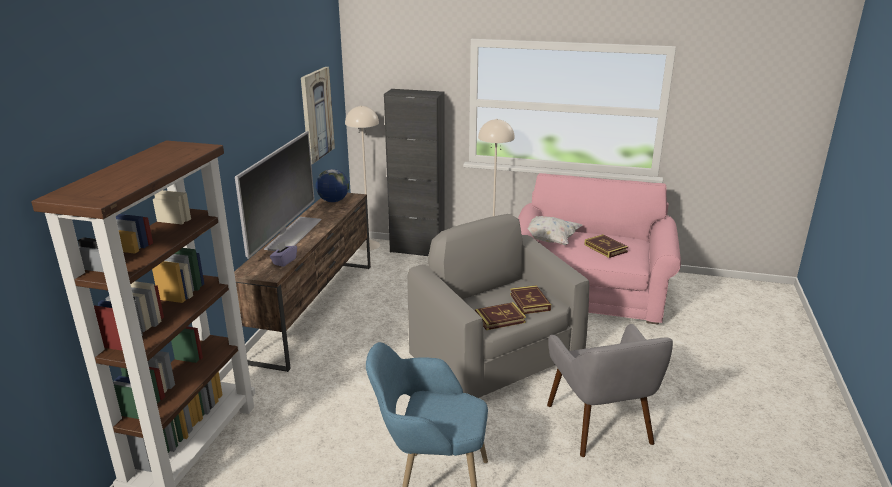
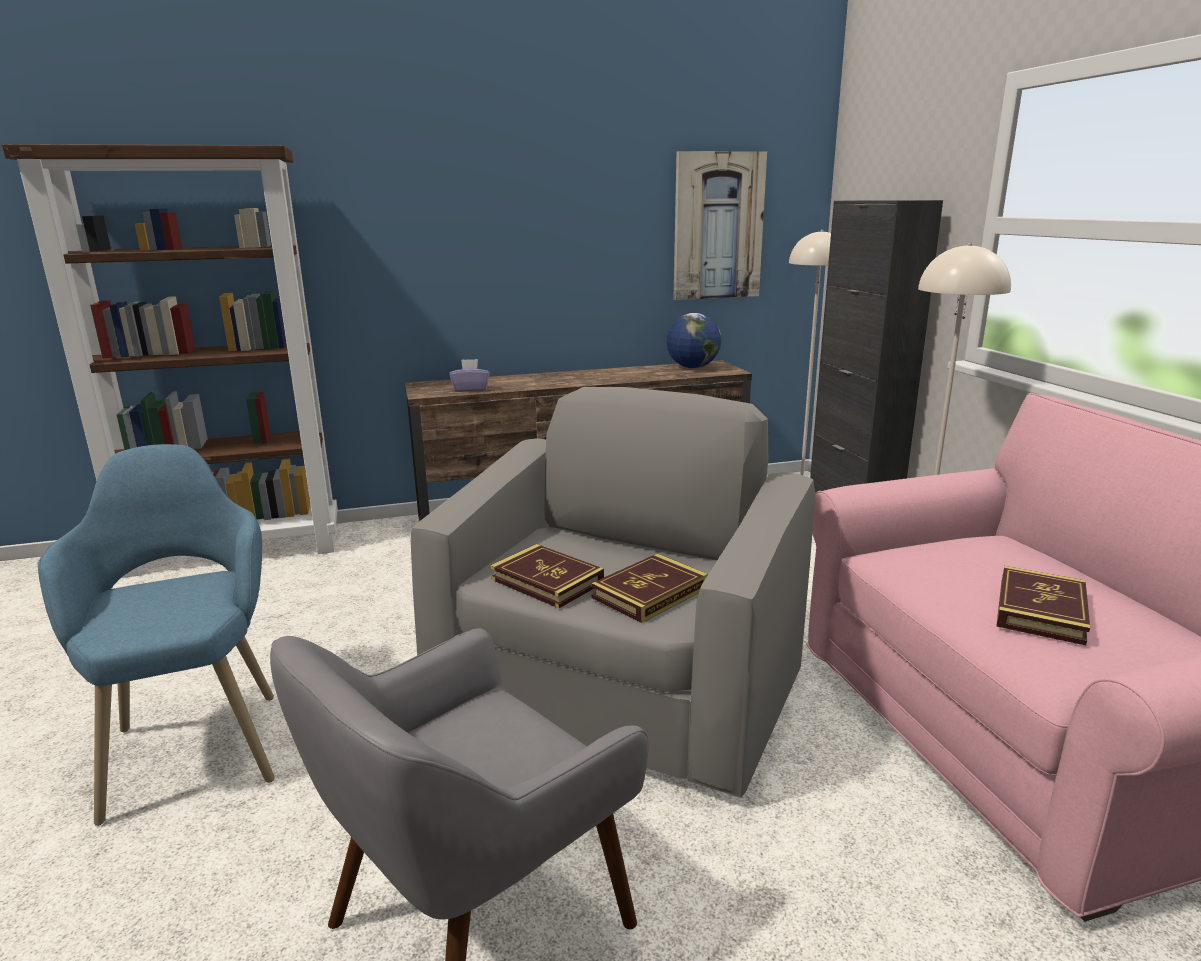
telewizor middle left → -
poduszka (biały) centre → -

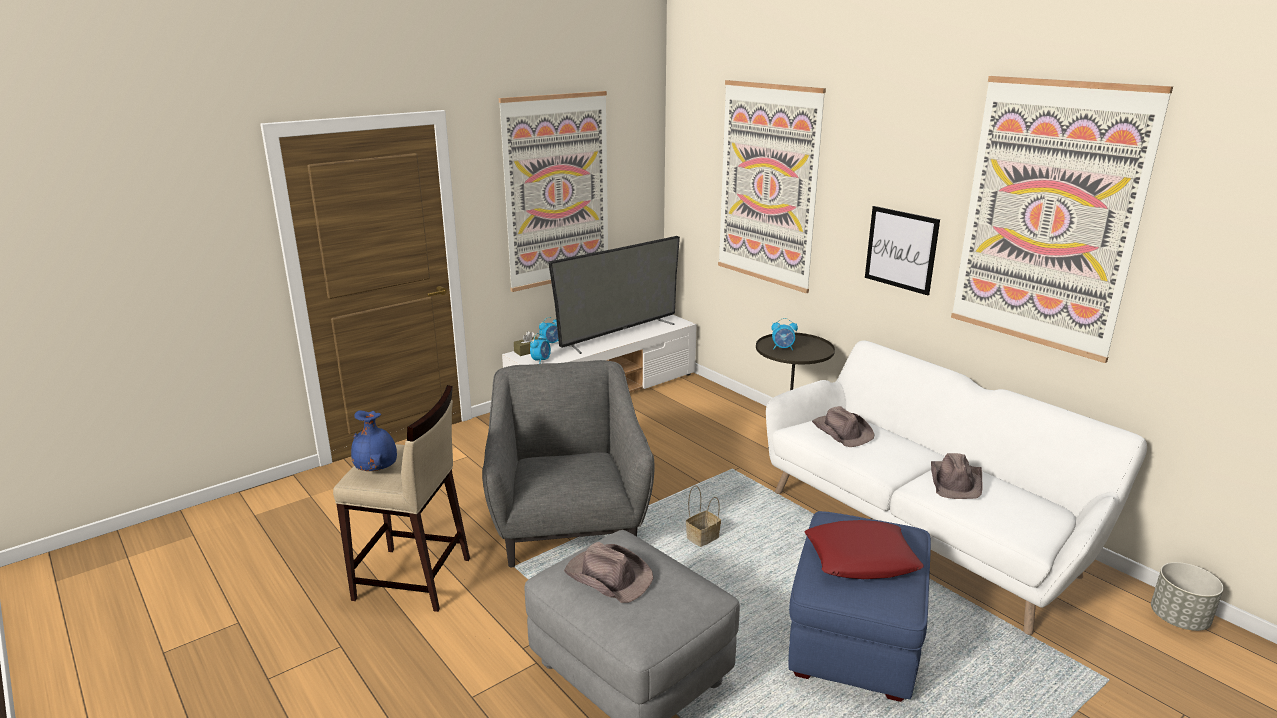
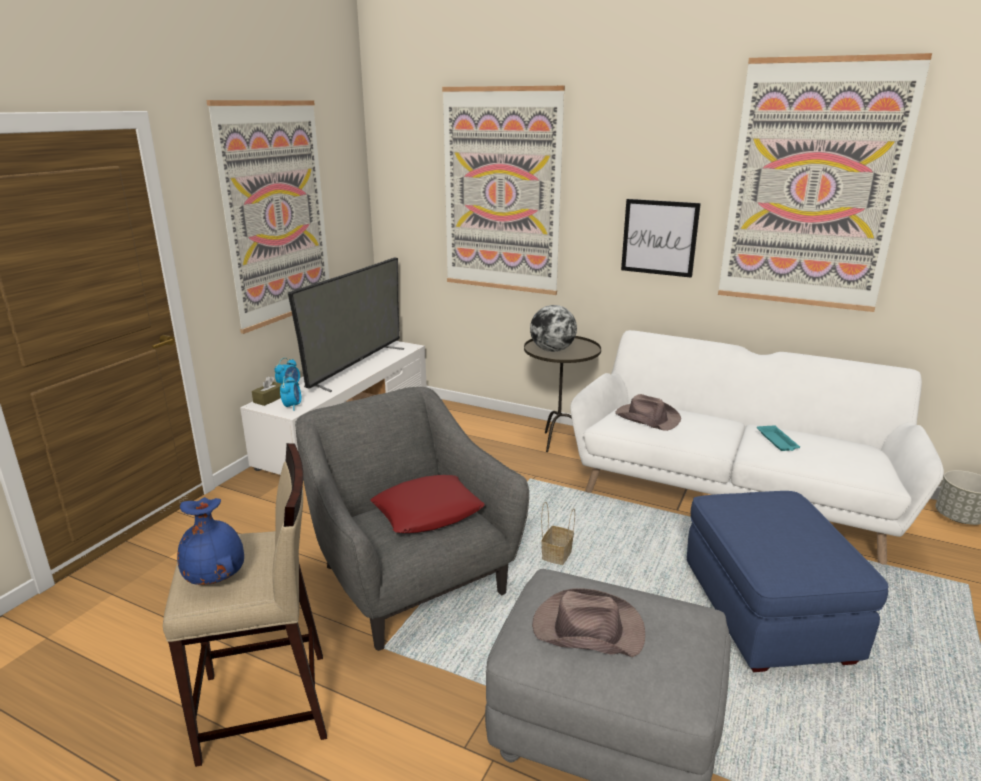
poduszka (czerwony) bottom right → poduszka (czerwony) centre, move
budzik (3rd from left) centre → globus centre
kapelusz (brązowy) (3rd from left) middle right → taca (turkusowy) middle right

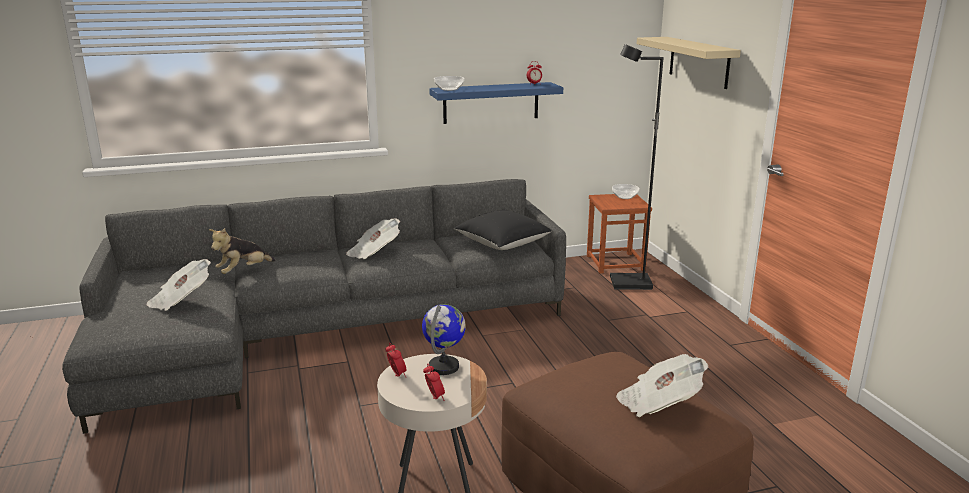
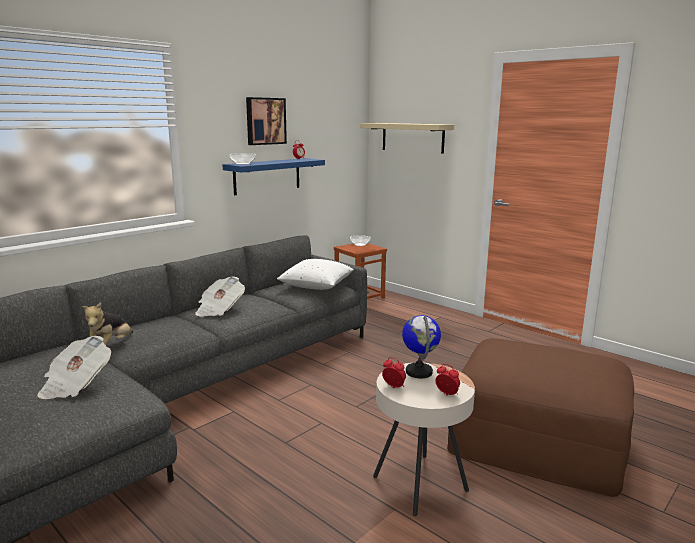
- → obraz top centre
poduszka (czarny) centre → poduszka (biały) centre
lampa stojąca (czarny) centre → -
gazeta (3rd from left) bottom right → -

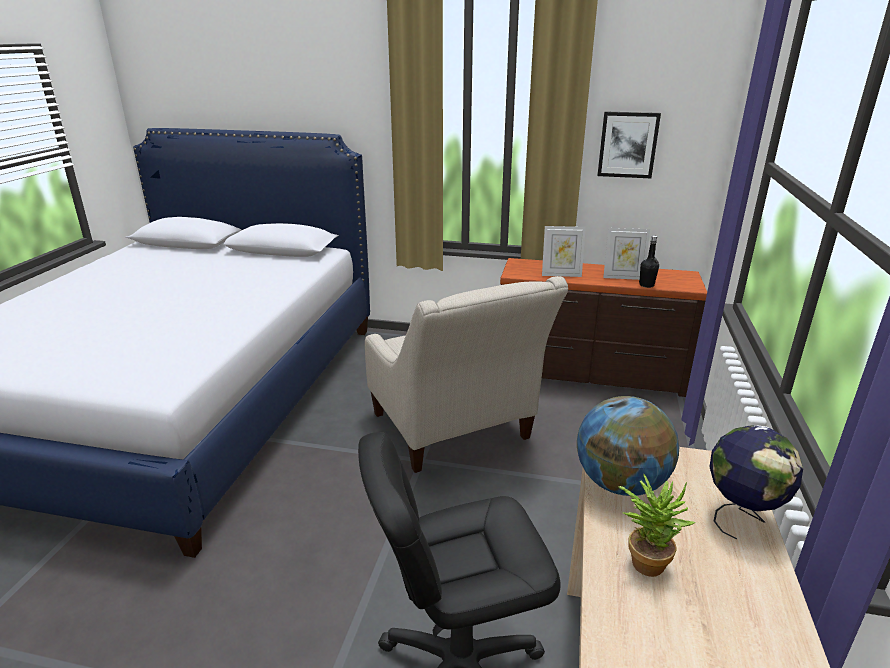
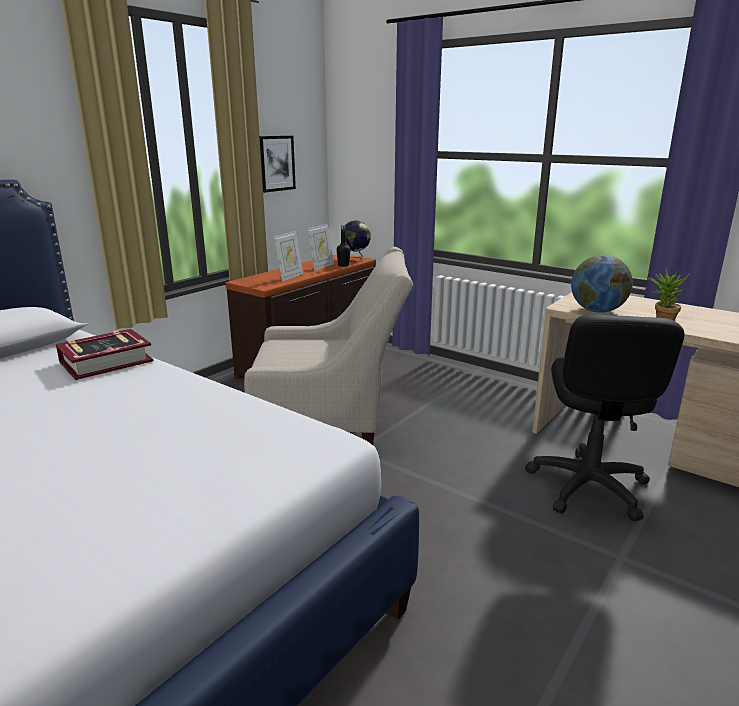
- → książka middle left
globus (2nd from left in the first image) bottom right → globus (1st from left) centre, move

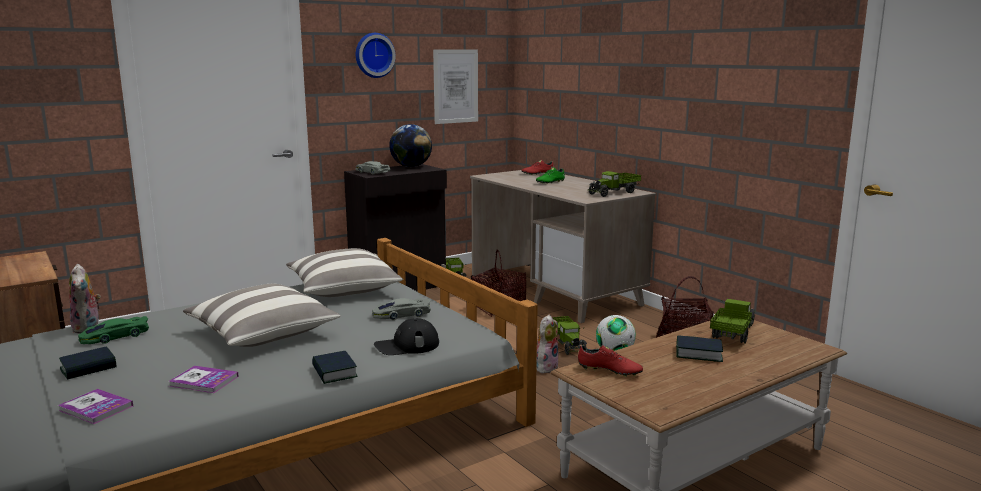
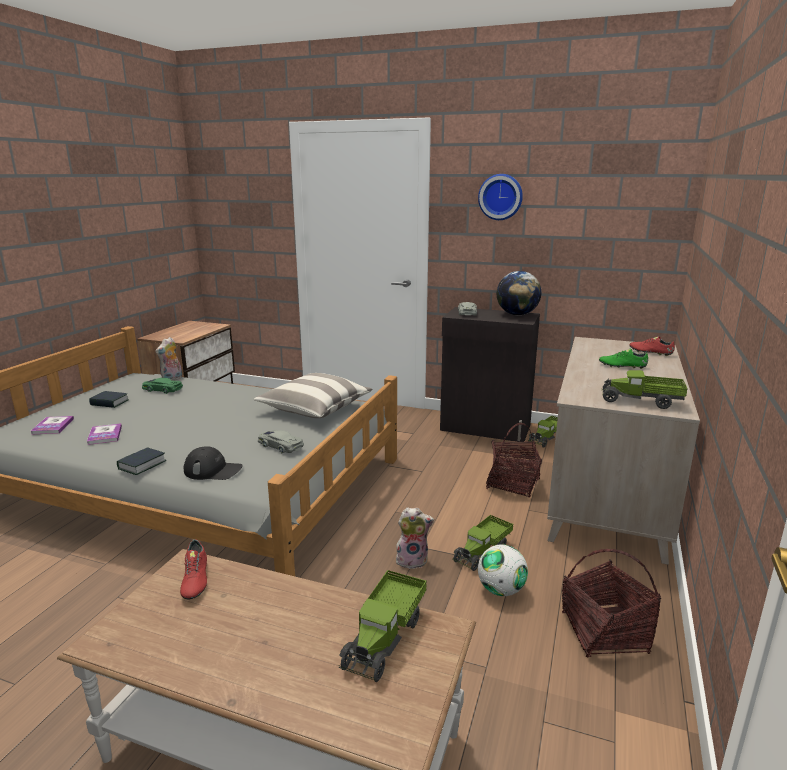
czapka z daszkiem (czarny) bottom centre → czapka z daszkiem (czarny) middle left, 150 degrees clockwise
ciężarówka zabawkowa (4th from left in the first image) middle right → ciężarówka zabawkowa (1st from left) bottom centre, 120 degrees clockwise
poduszka (1st from left) middle left → -
obraz top centre → -
książka (5th from left) bottom right → -

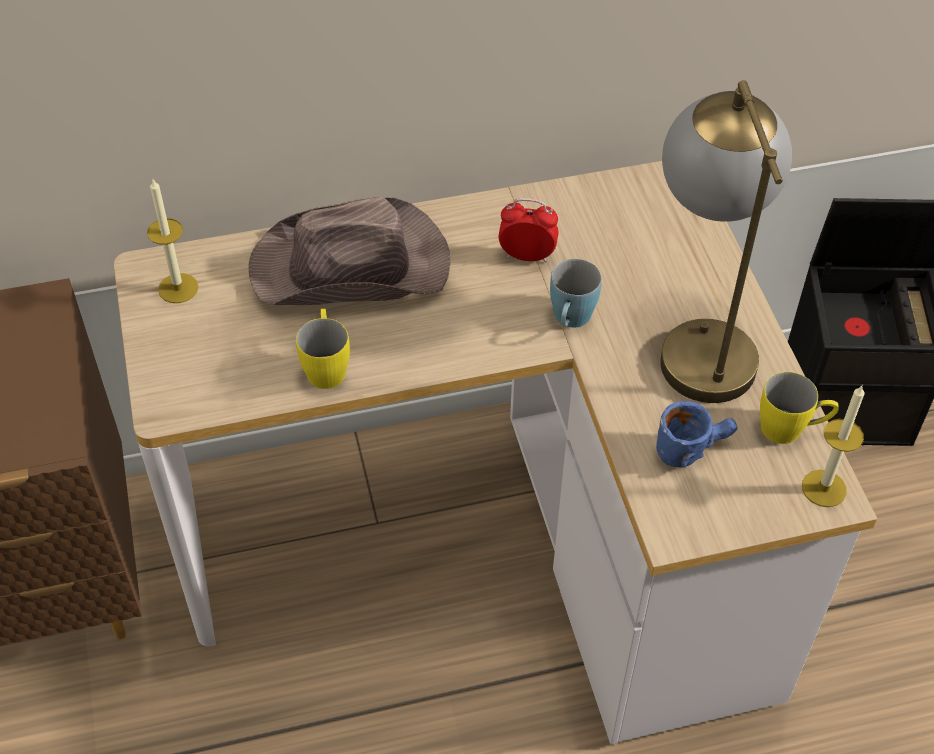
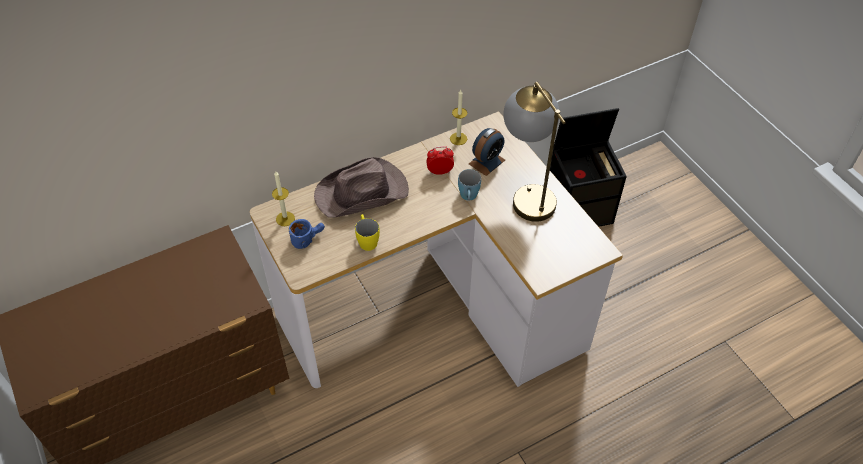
kubek (niebieski) (2nd from left in the first image) middle right → kubek (niebieski) (1st from left) centre, move
świeca (2nd from left) middle right → świeca (2nd from left) top centre, move
- → budzik (2nd from left) top centre
kubek (żółty) (2nd from left) middle right → -

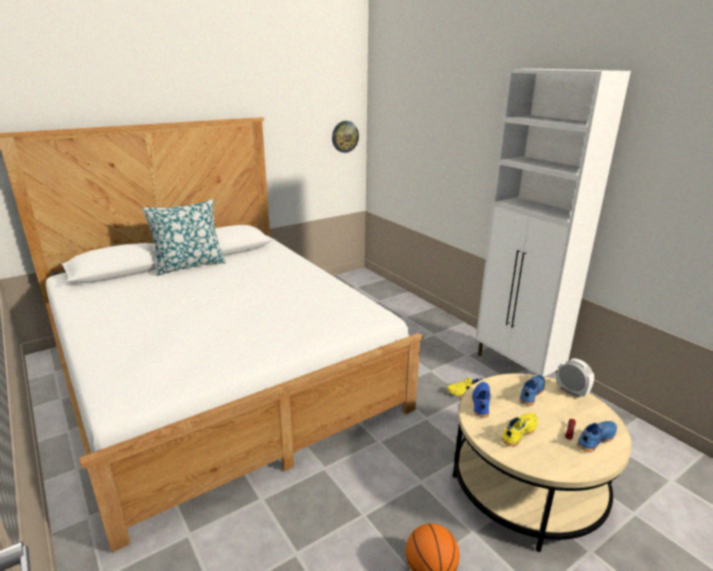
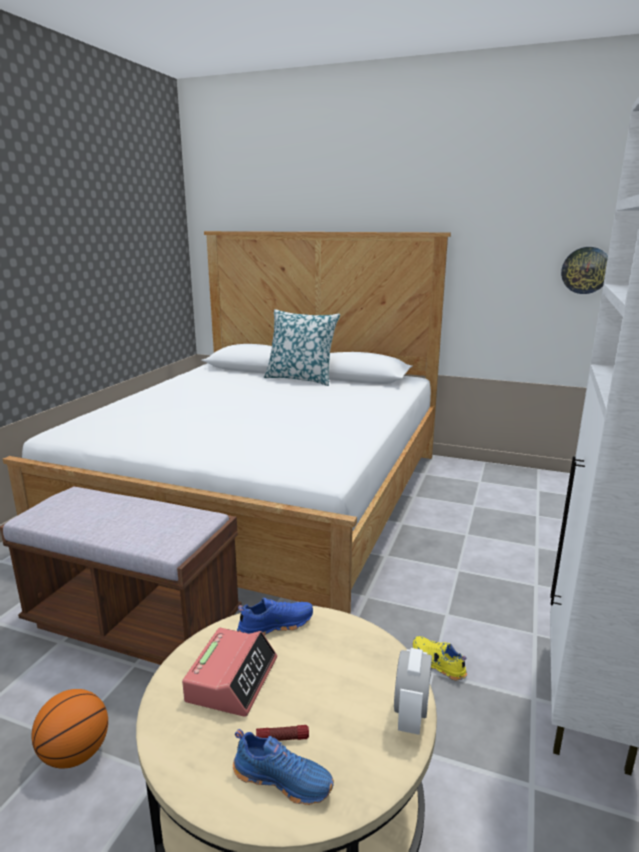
- → ławka (brązowy) bottom left
but (żółty) (2nd from left) bottom right → budzik (1st from left) bottom centre
but (niebieski) (2nd from left) bottom right → -

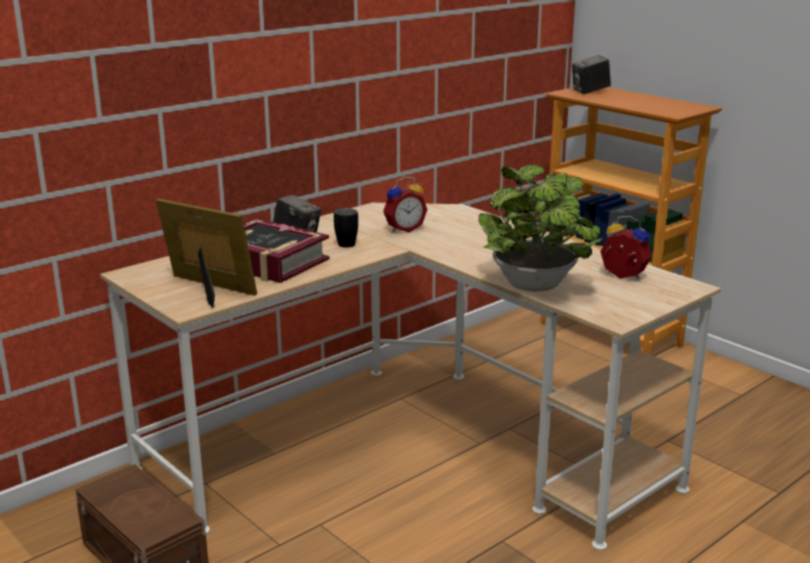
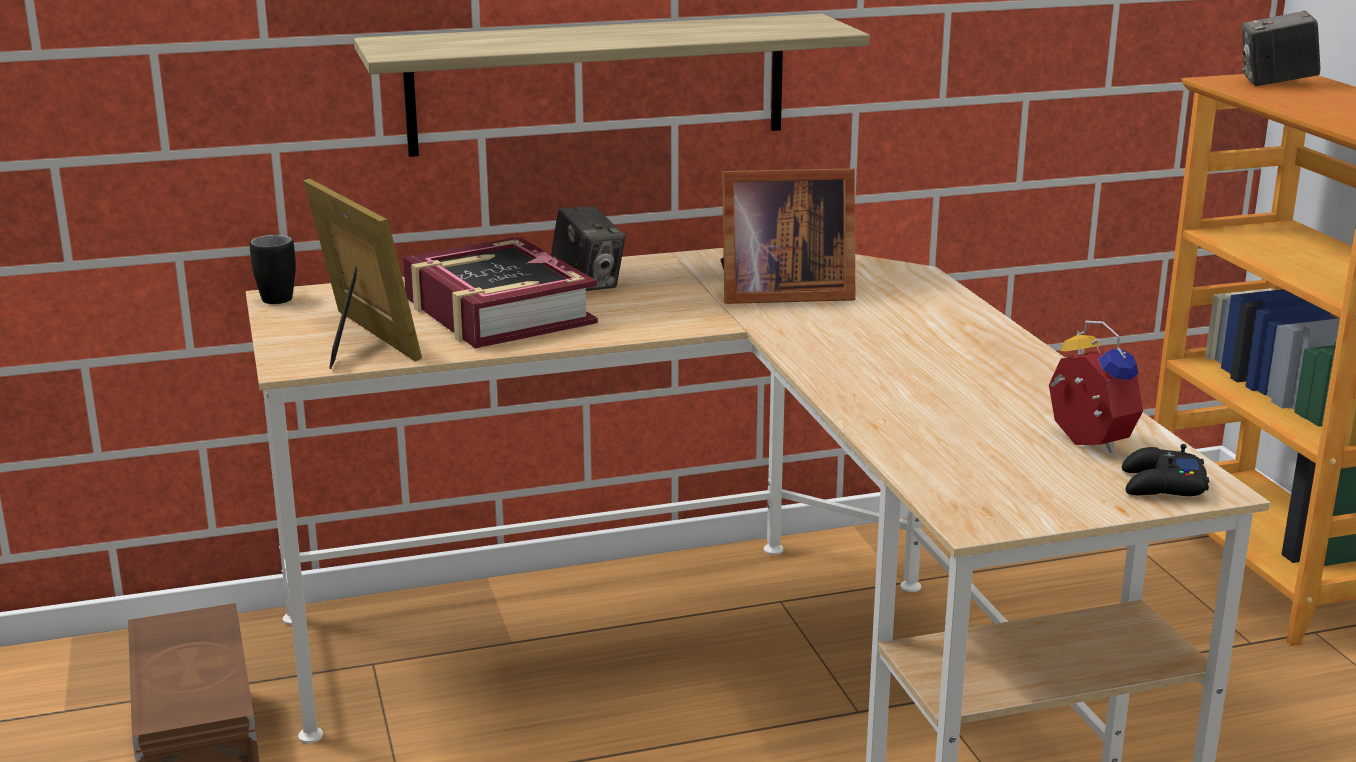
kubek (czarny) centre → kubek (czarny) middle left, move
- → półka top centre
budzik (1st from left) centre → ramka na zdjęcie (2nd from left) top centre
- → pad do gier (czarny) middle right
roślina doniczkowa middle right → -

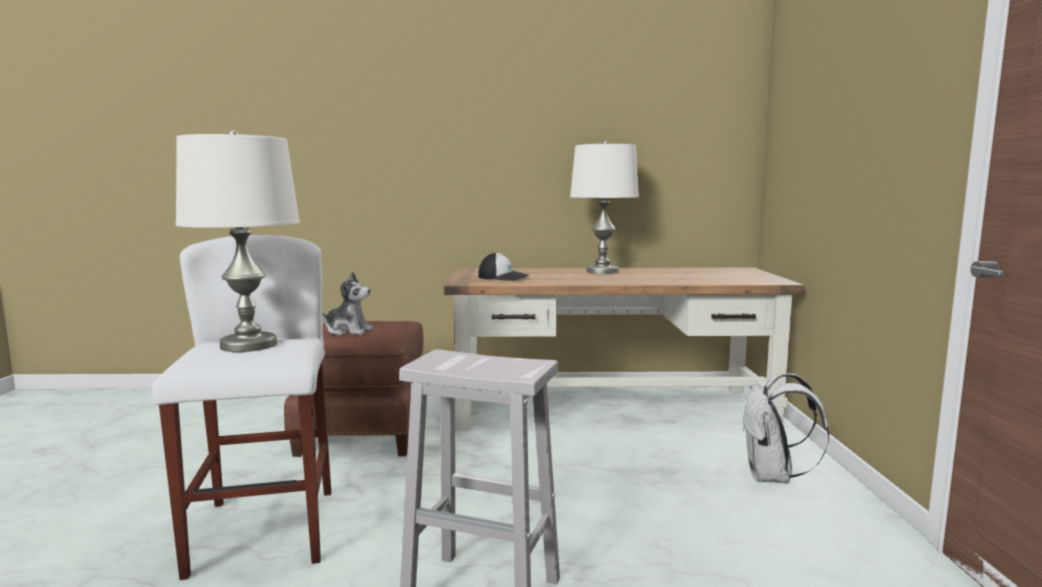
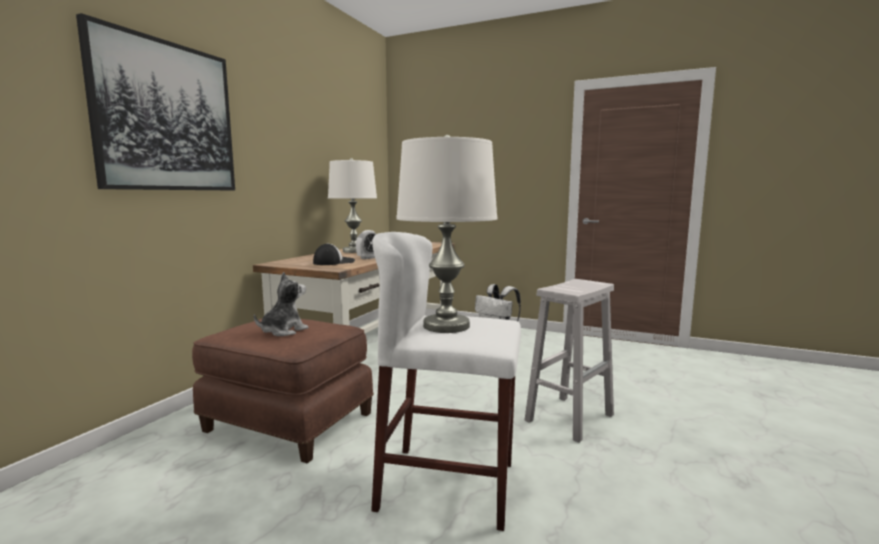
- → obraz top left
- → budzik centre

